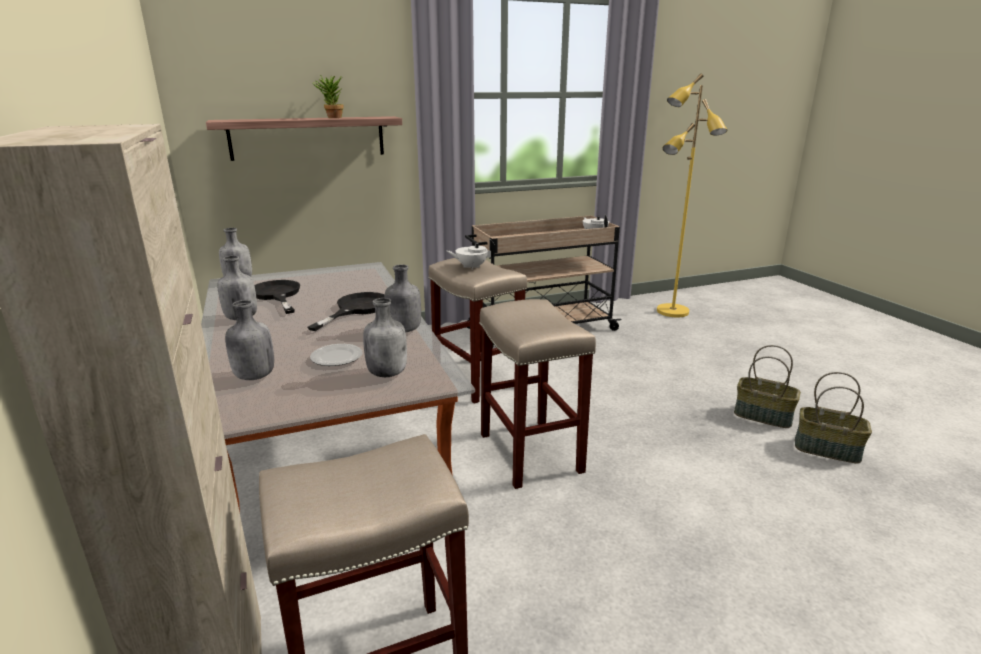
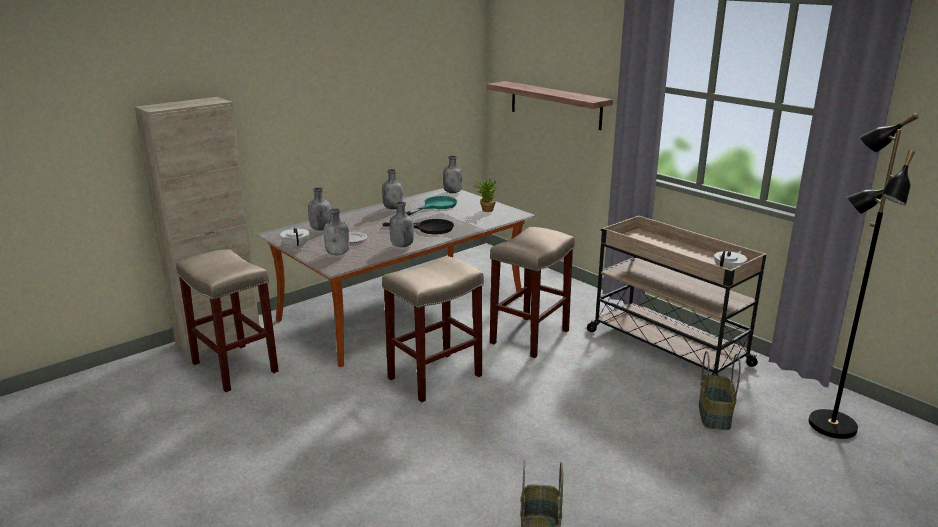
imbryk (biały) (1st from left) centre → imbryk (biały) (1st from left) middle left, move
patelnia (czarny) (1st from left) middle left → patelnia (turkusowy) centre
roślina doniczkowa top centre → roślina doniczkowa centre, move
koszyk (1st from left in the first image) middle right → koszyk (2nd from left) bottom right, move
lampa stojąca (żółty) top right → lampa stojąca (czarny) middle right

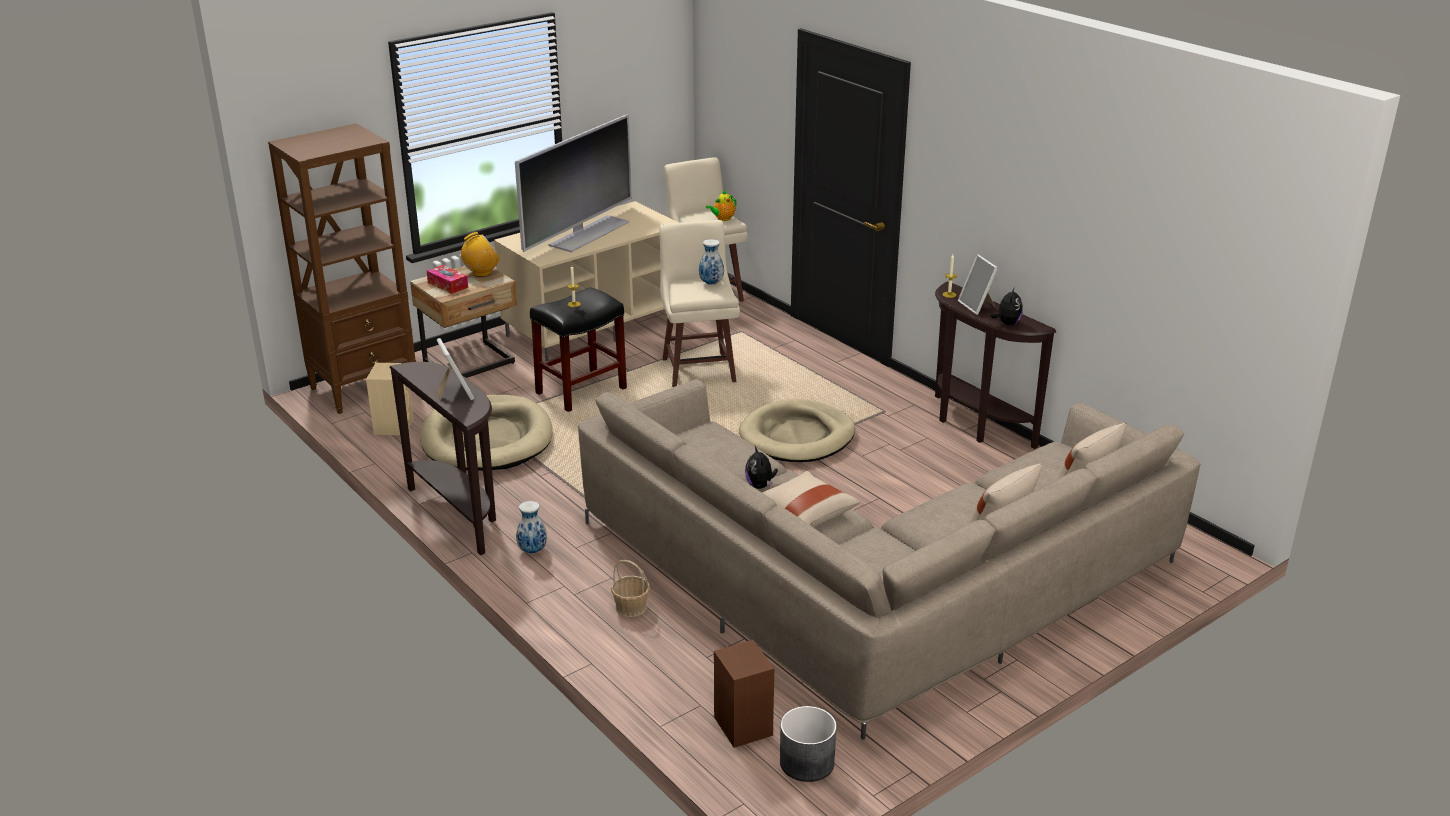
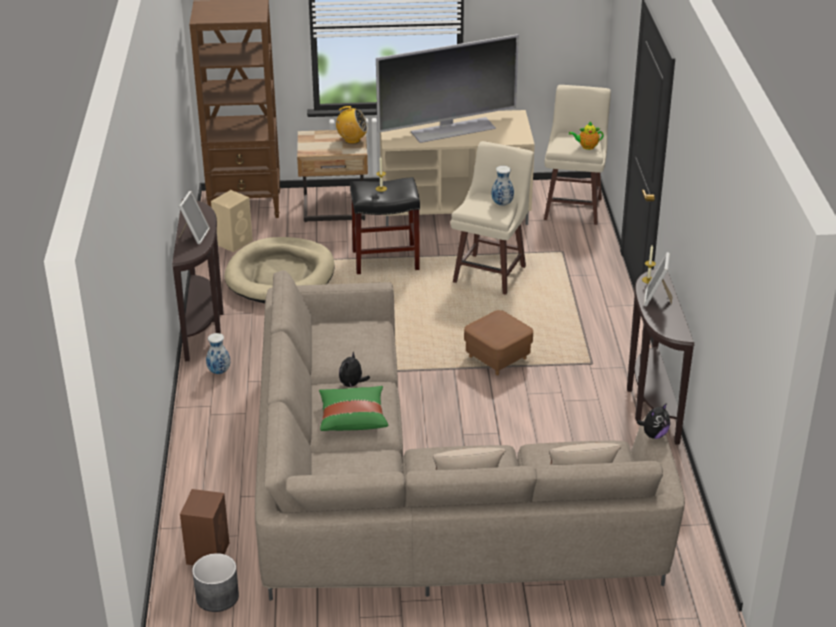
poduszka (beżowy) (1st from left) centre → poduszka (zielony) centre
legowisko (beżowy) (2nd from left) centre → pufa (brązowy) centre
pluszak (2nd from left) middle right → pluszak (2nd from left) bottom right, move
pudełko chusteczek middle left → -
koszyk bottom centre → -

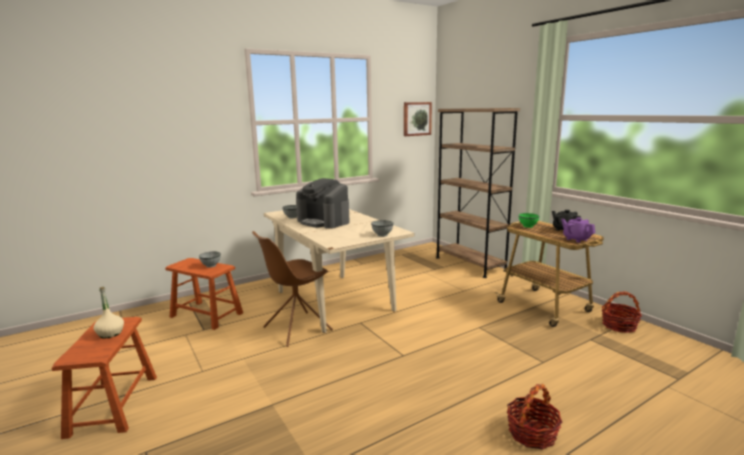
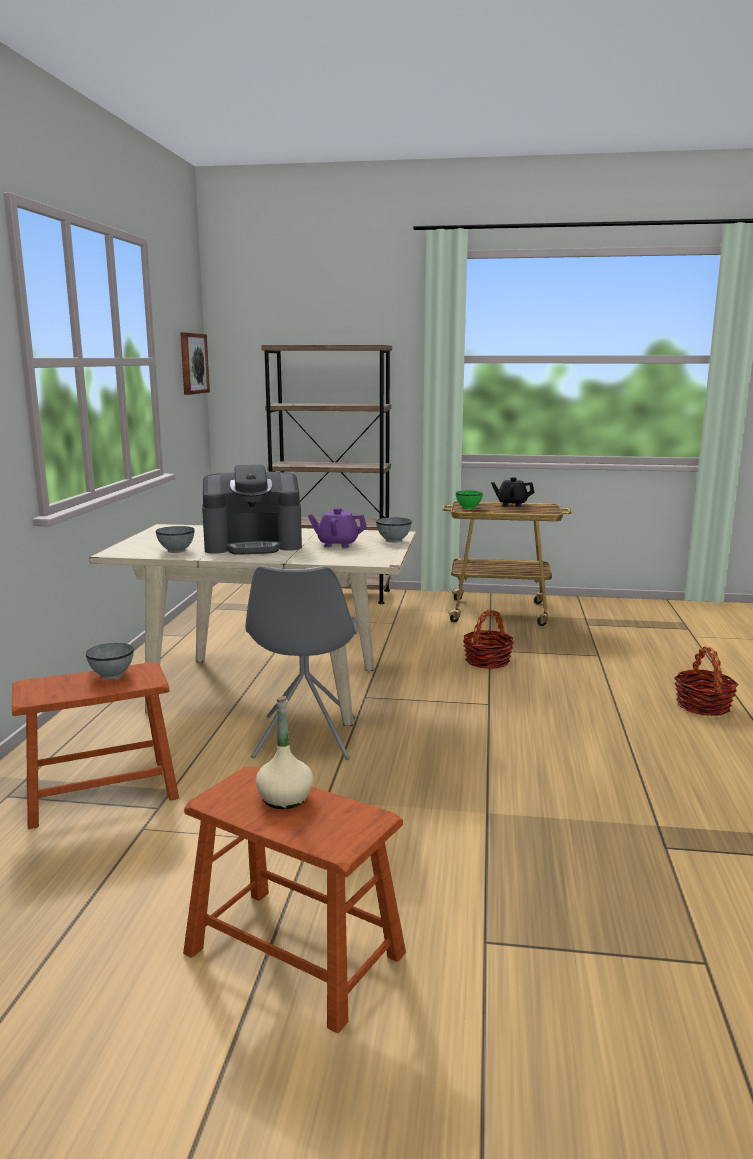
krzesło (brązowy) centre → krzesło (szary) centre
imbryk (fioletowy) middle right → imbryk (fioletowy) centre, move
koszyk (2nd from left in the first image) bottom right → koszyk (1st from left) centre, move

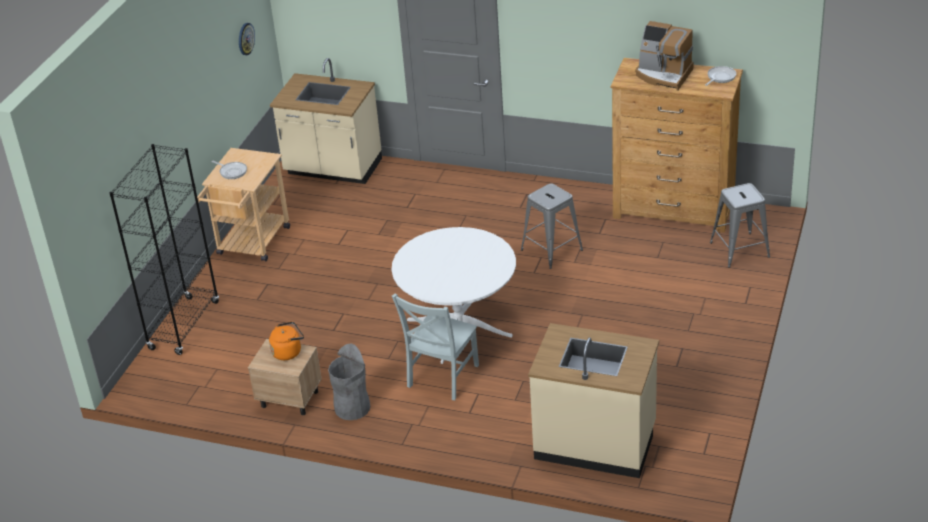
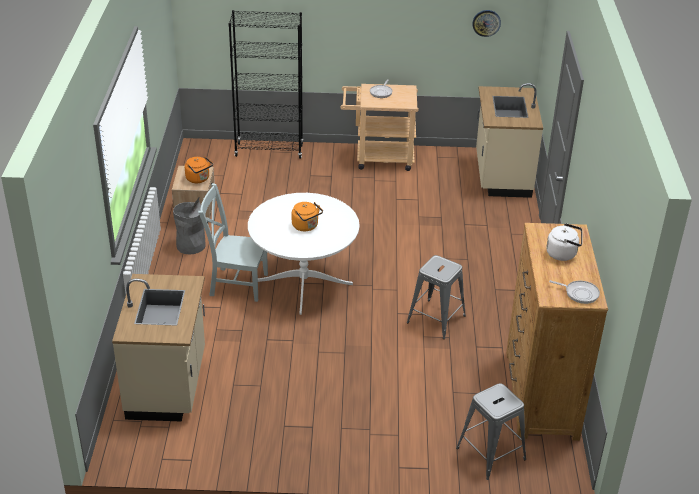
- → czajnik (pomarańczowy) (2nd from left) centre
ekspres do kawy top right → czajnik (biały) middle right

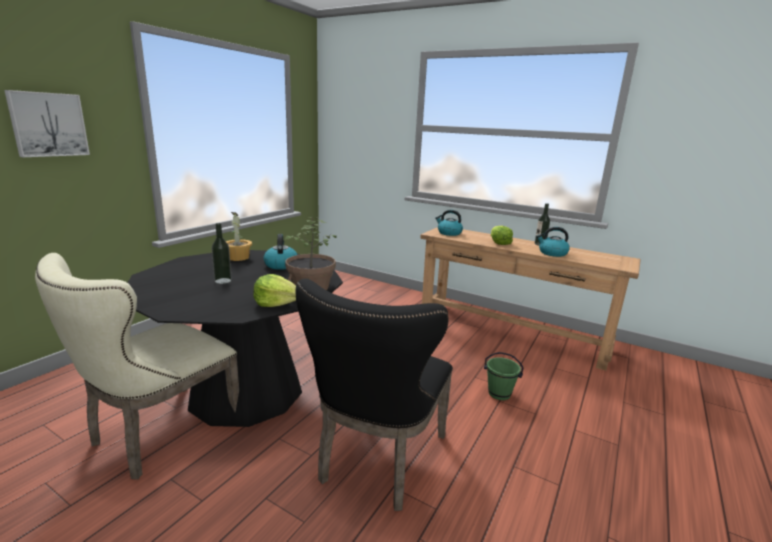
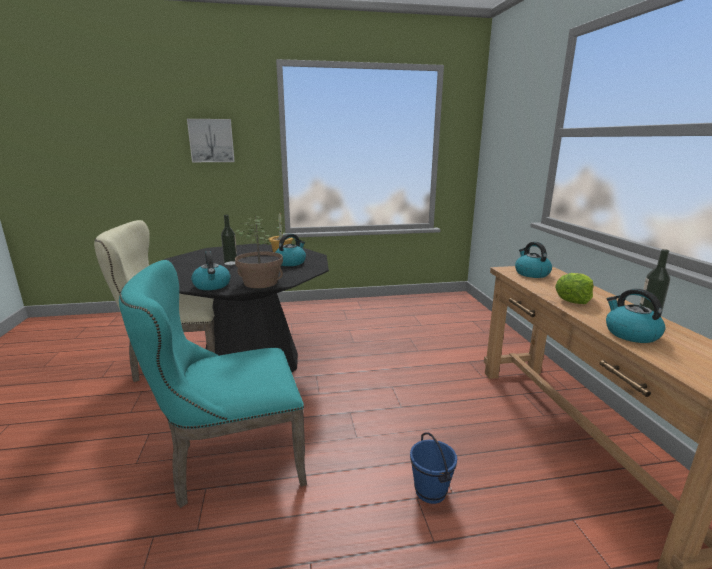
krzesło (czarny) bottom centre → krzesło (turkusowy) bottom left
sałata (1st from left) centre → czajnik (1st from left) middle left
wiadro (zielony) bottom centre → wiadro (niebieski) bottom centre

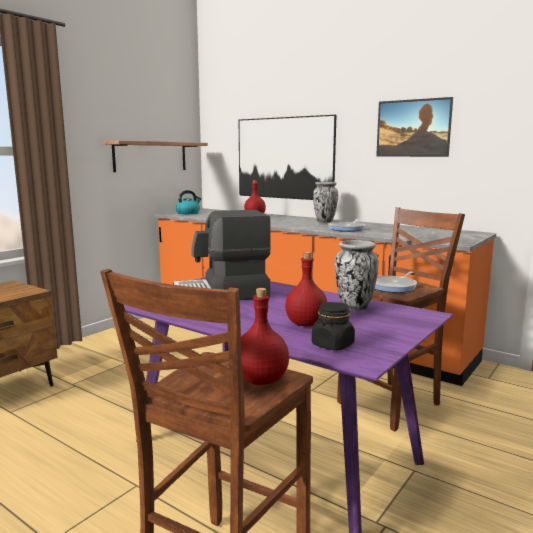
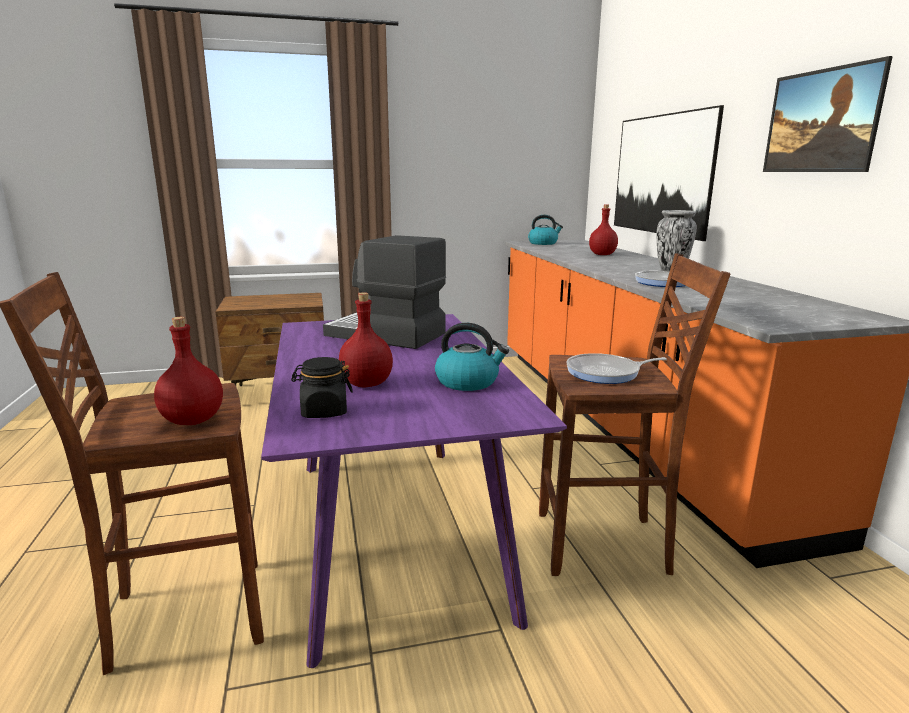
wazon (2nd from left) middle right → czajnik (1st from left) centre
półka top left → -

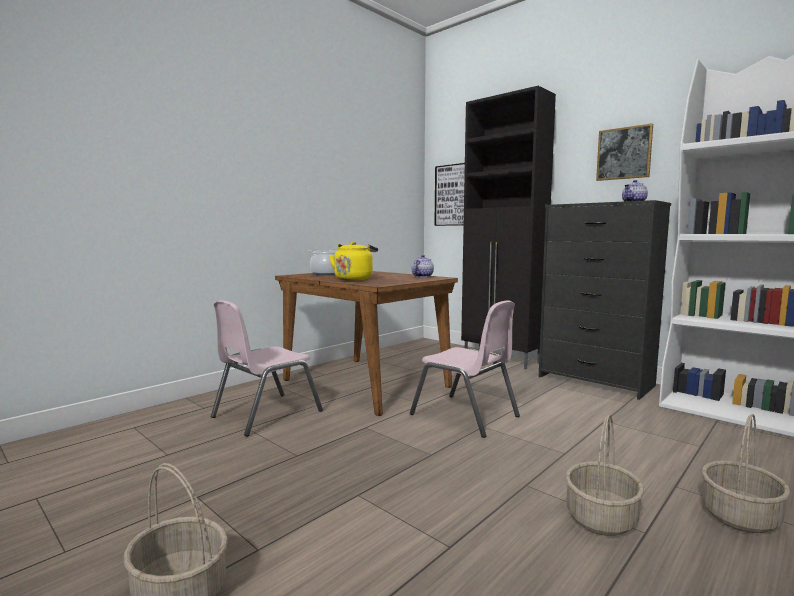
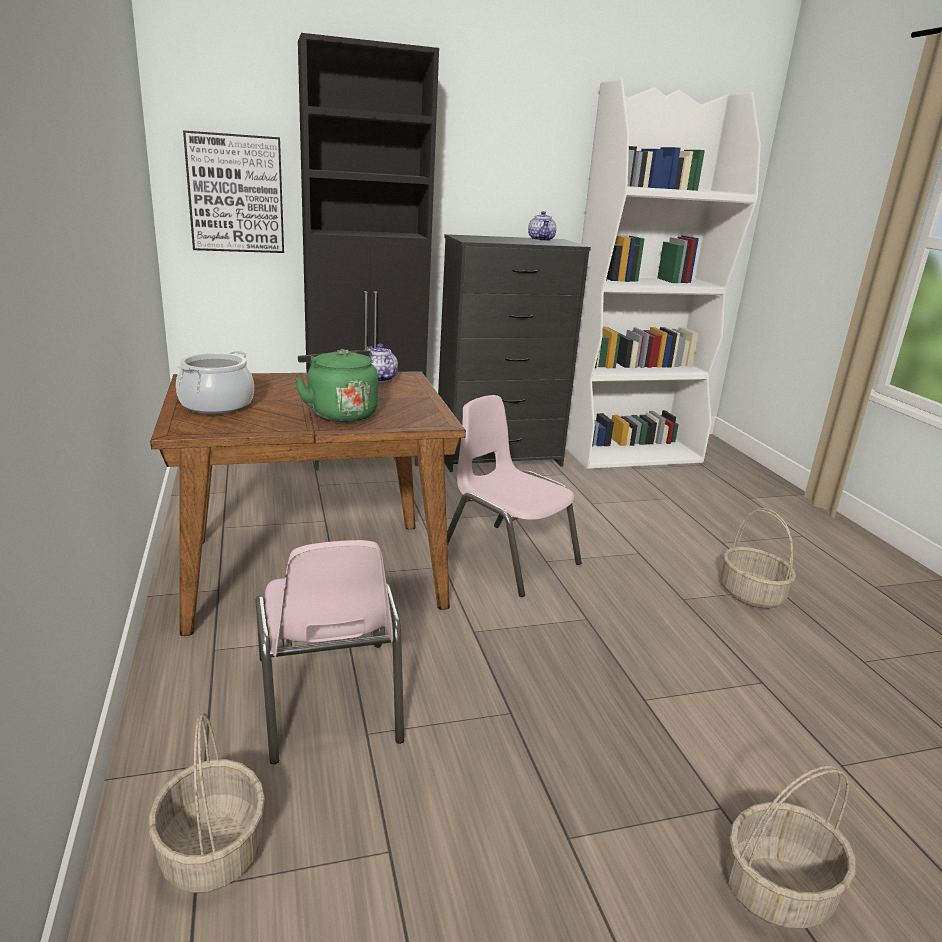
koszyk (3rd from left in the first image) bottom right → koszyk (1st from left) bottom left, move
czajnik (żółty) centre → czajnik (zielony) centre
krzesło (różowy) (2nd from left) centre, 120 degrees counterclockwise
obraz (2nd from left) top right → -

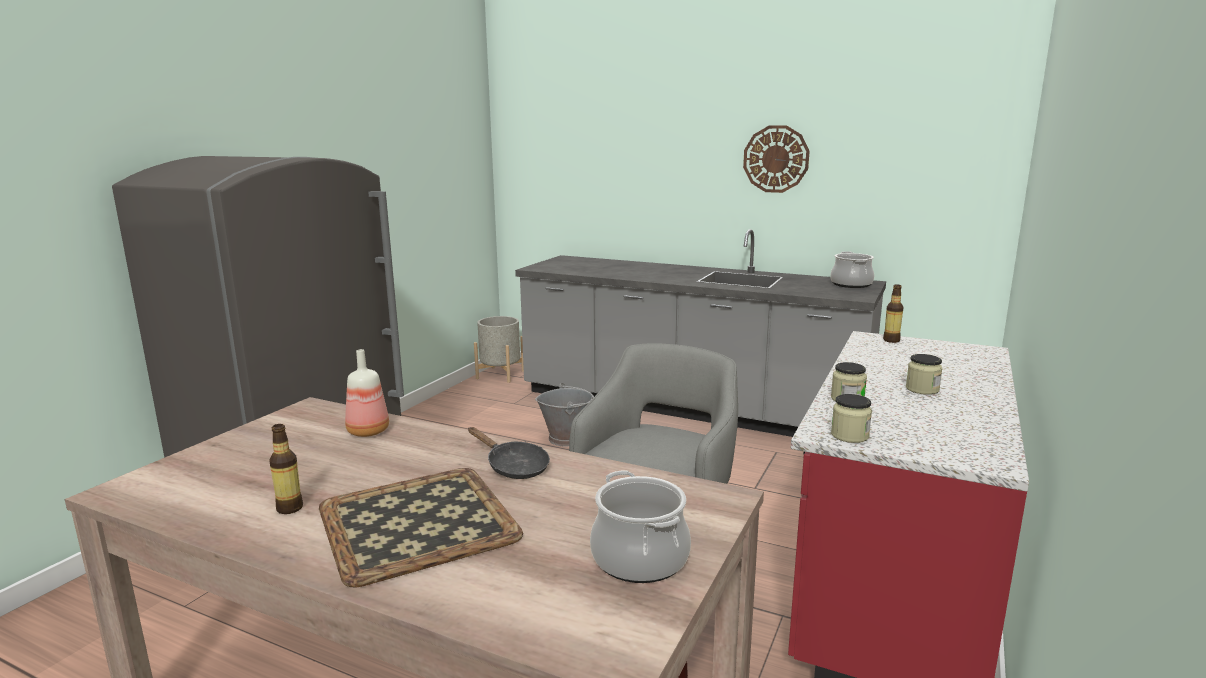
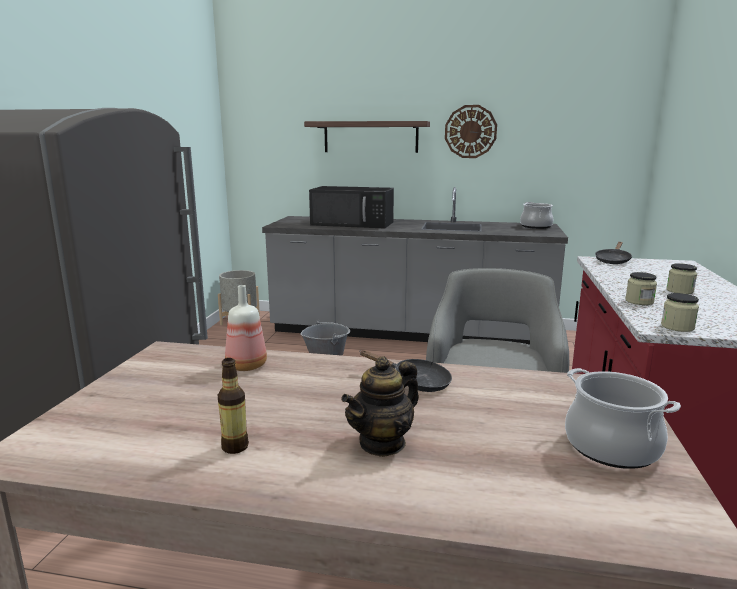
- → półka top centre
- → mikrofalówka (czarny) centre
taca bottom centre → imbryk bottom centre
butelka (3rd from left) middle right → patelnia (czarny) (2nd from left) middle right

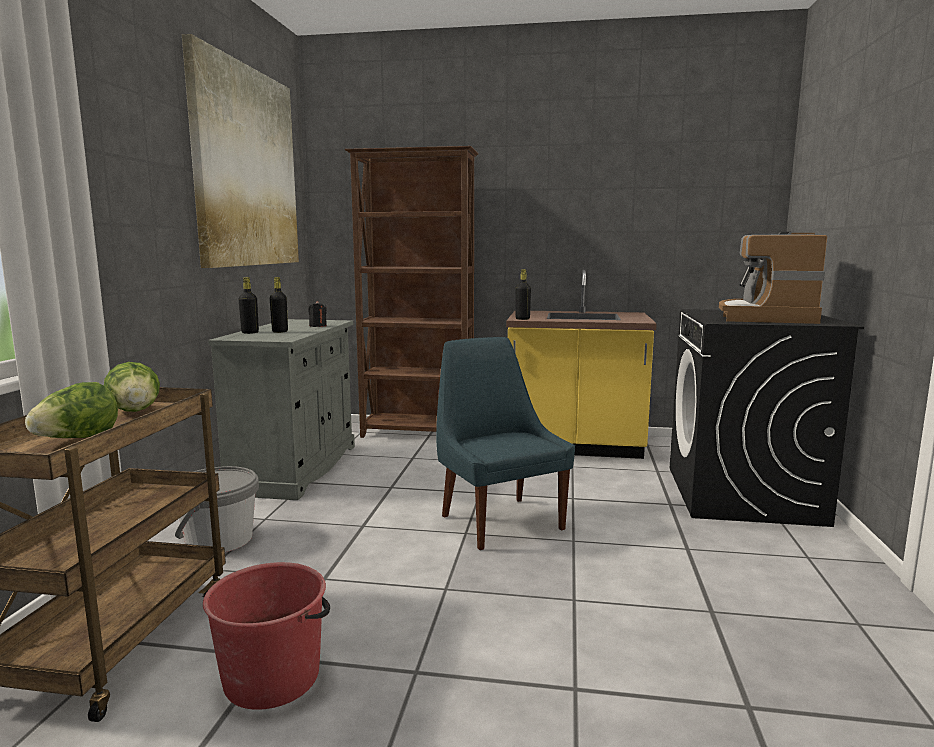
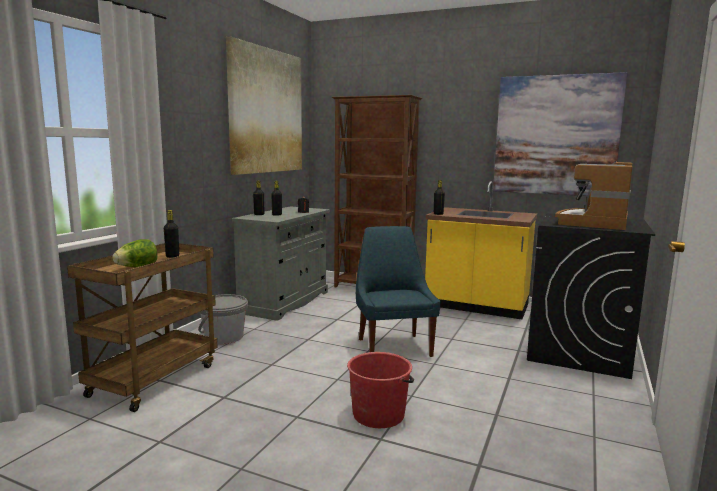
sałata (2nd from left) middle left → butelka (czarny) (1st from left) middle left
wiadro (czerwony) bottom left → wiadro (czerwony) bottom centre, move
- → obraz (2nd from left) top right

